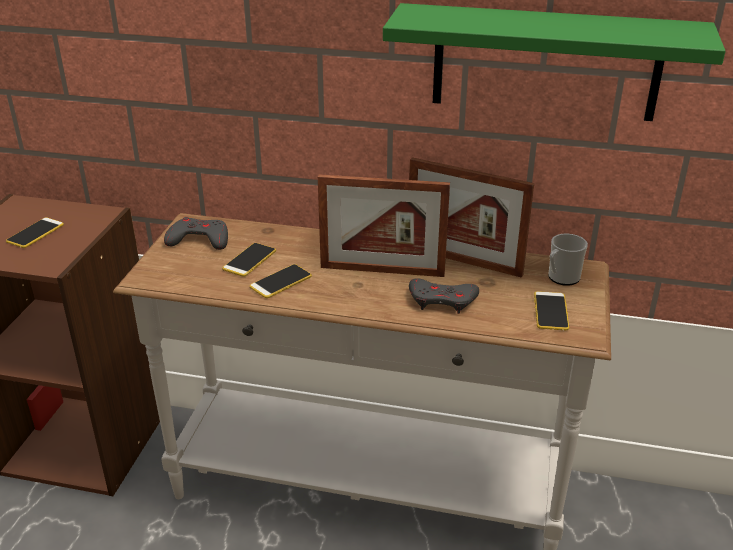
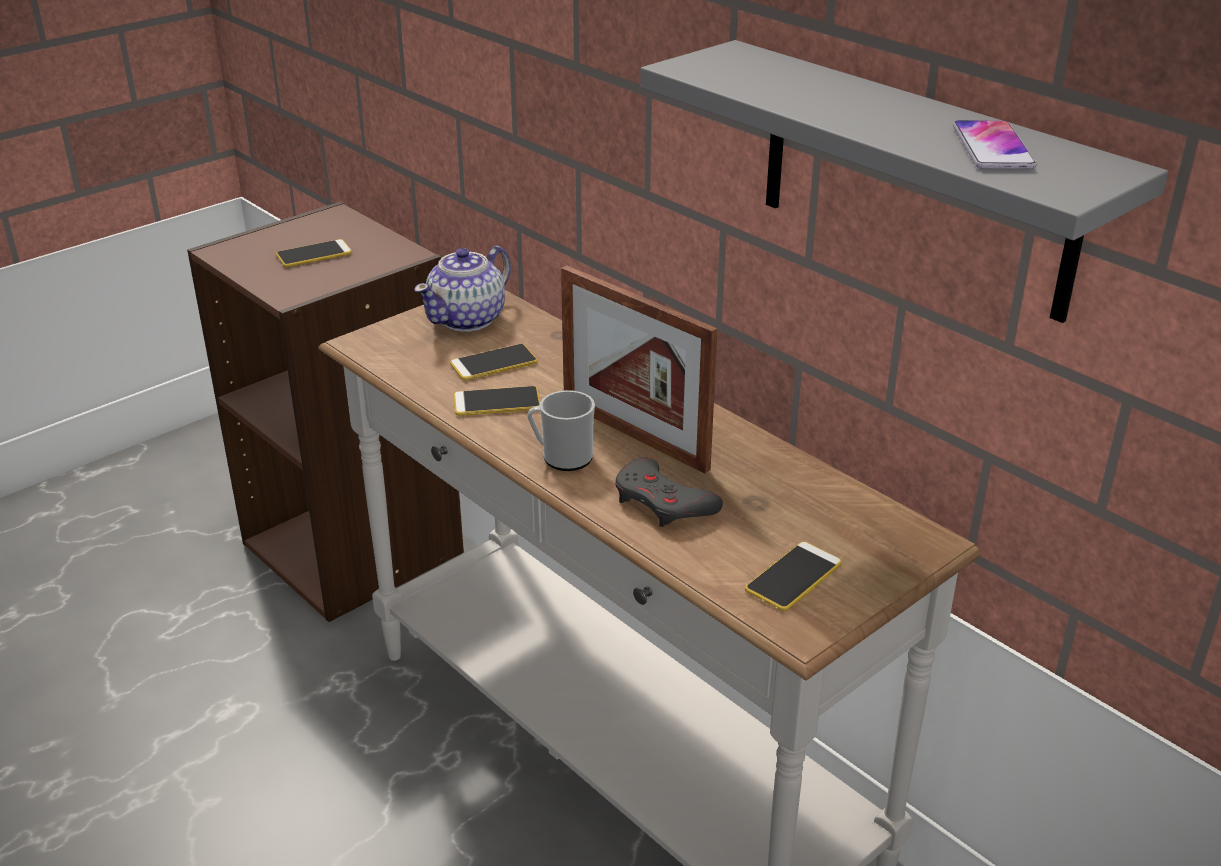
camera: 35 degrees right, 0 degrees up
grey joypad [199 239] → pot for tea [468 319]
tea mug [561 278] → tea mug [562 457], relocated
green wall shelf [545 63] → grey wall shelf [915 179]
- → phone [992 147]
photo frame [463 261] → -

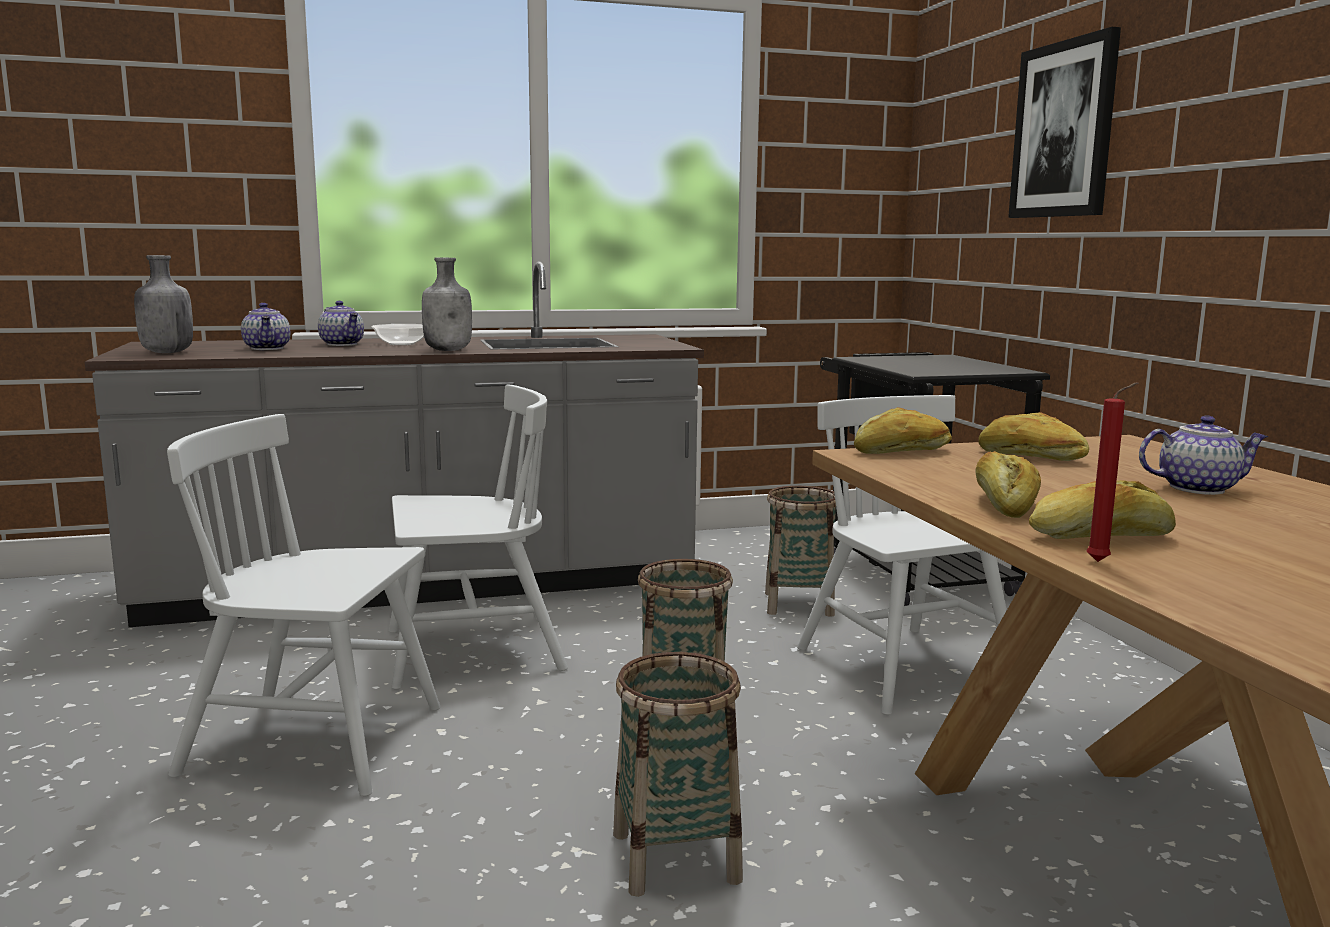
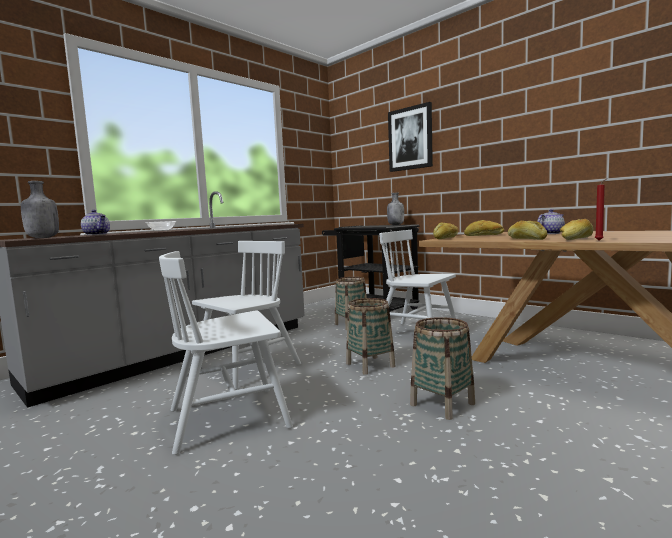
camera: 30 degrees left, 5 degrees down
grey drink bottle [449 350] → grey drink bottle [396 225], relocated
pot for tea [343 344] → -

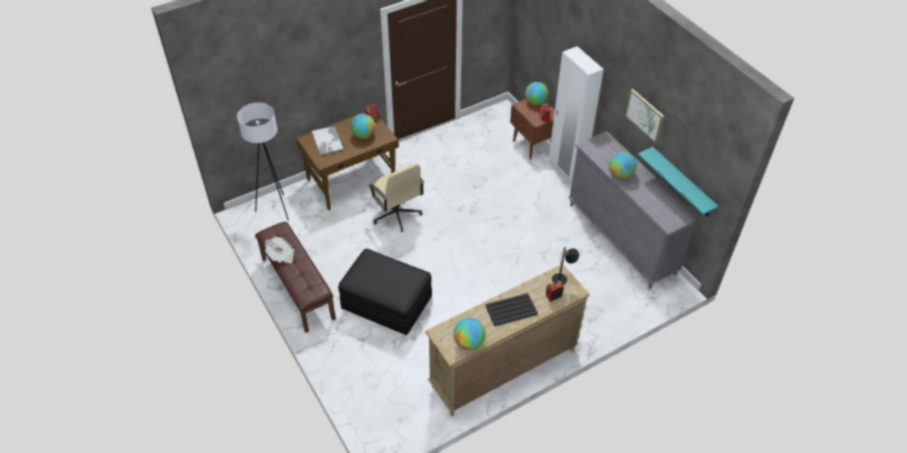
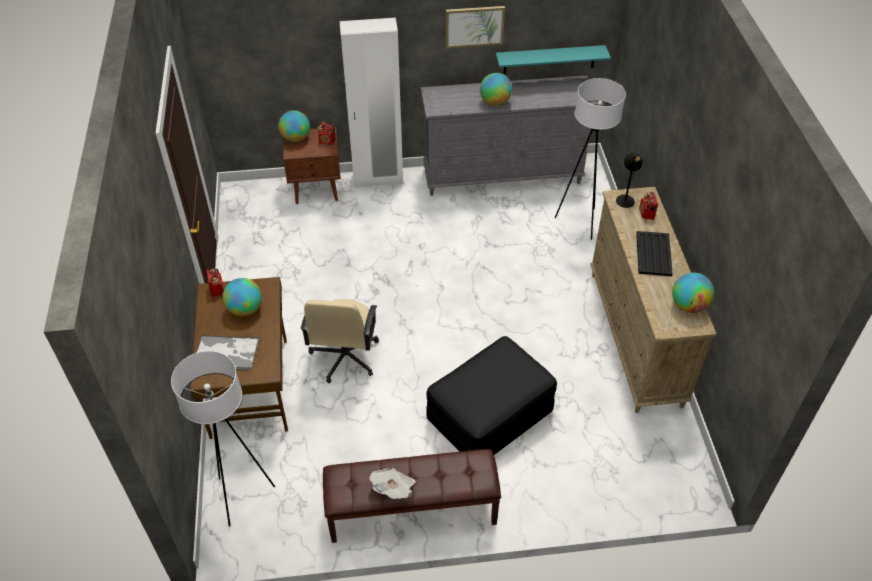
camera: 65 degrees left, 0 degrees up
beige-coloured office chair [396 214] → beige-coloured office chair [344 357], 105 degrees clockwise
- → white-coloured standing lamp [580 222]

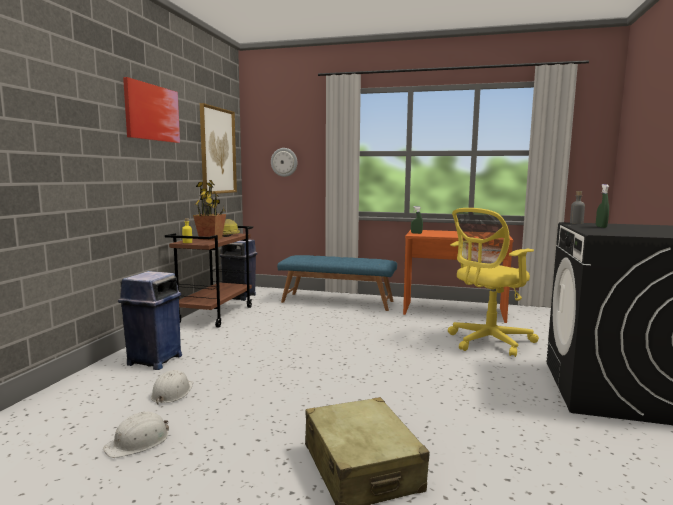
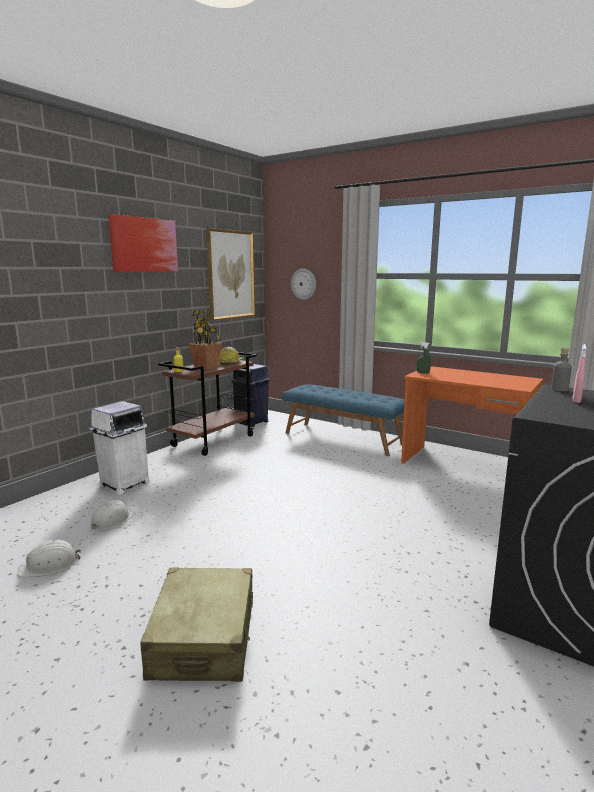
camera: 20 degrees right, 5 degrees up
bluish trash can [154 360] → white-coloured trash can [124 484]
green hand sprayer [601 227] → pinkish hand sprayer [576 400]
yellow-coloured office chair [487 342] → -

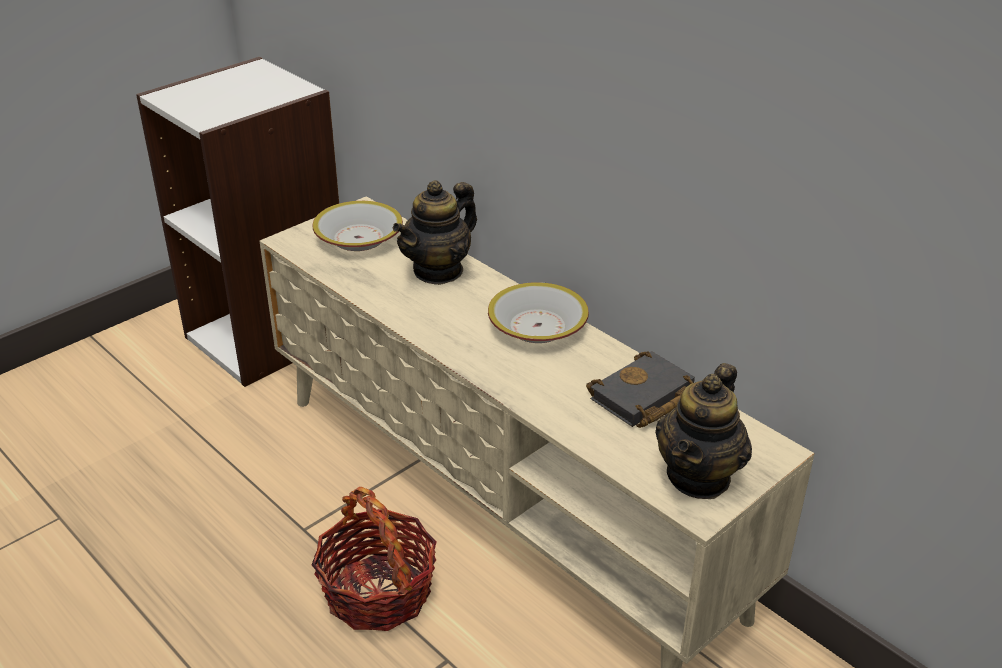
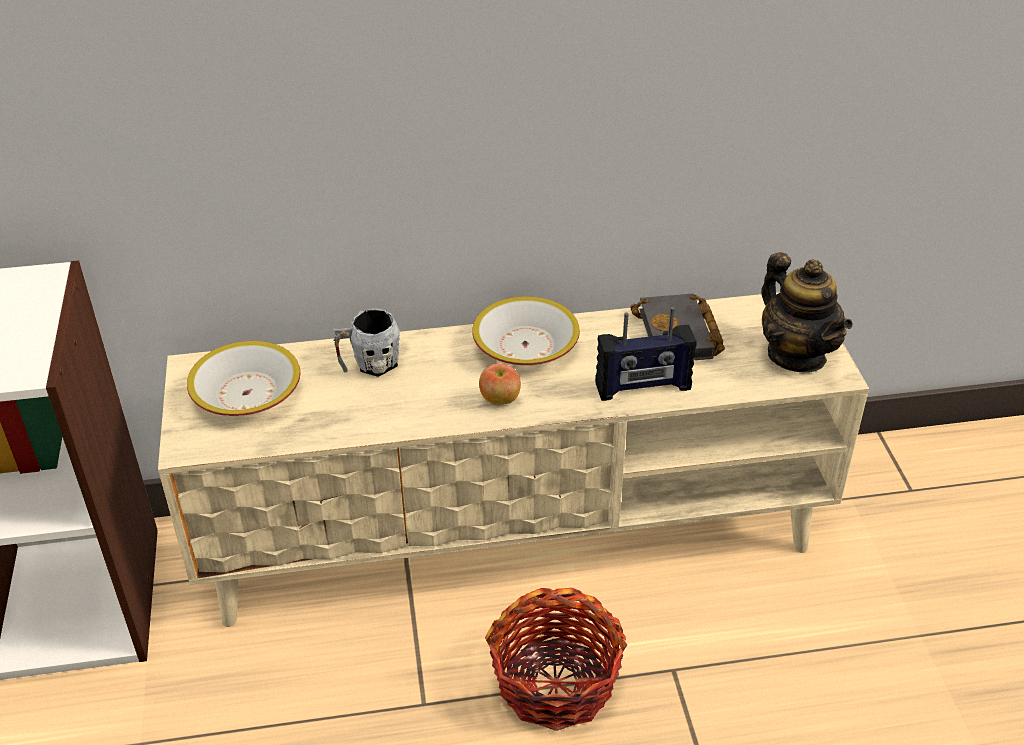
camera: 55 degrees left, 5 degrees up
pot for tea [438 270] → grey tea mug [369 365]
- → apple fruit [500 400]
- → radio [643 387]

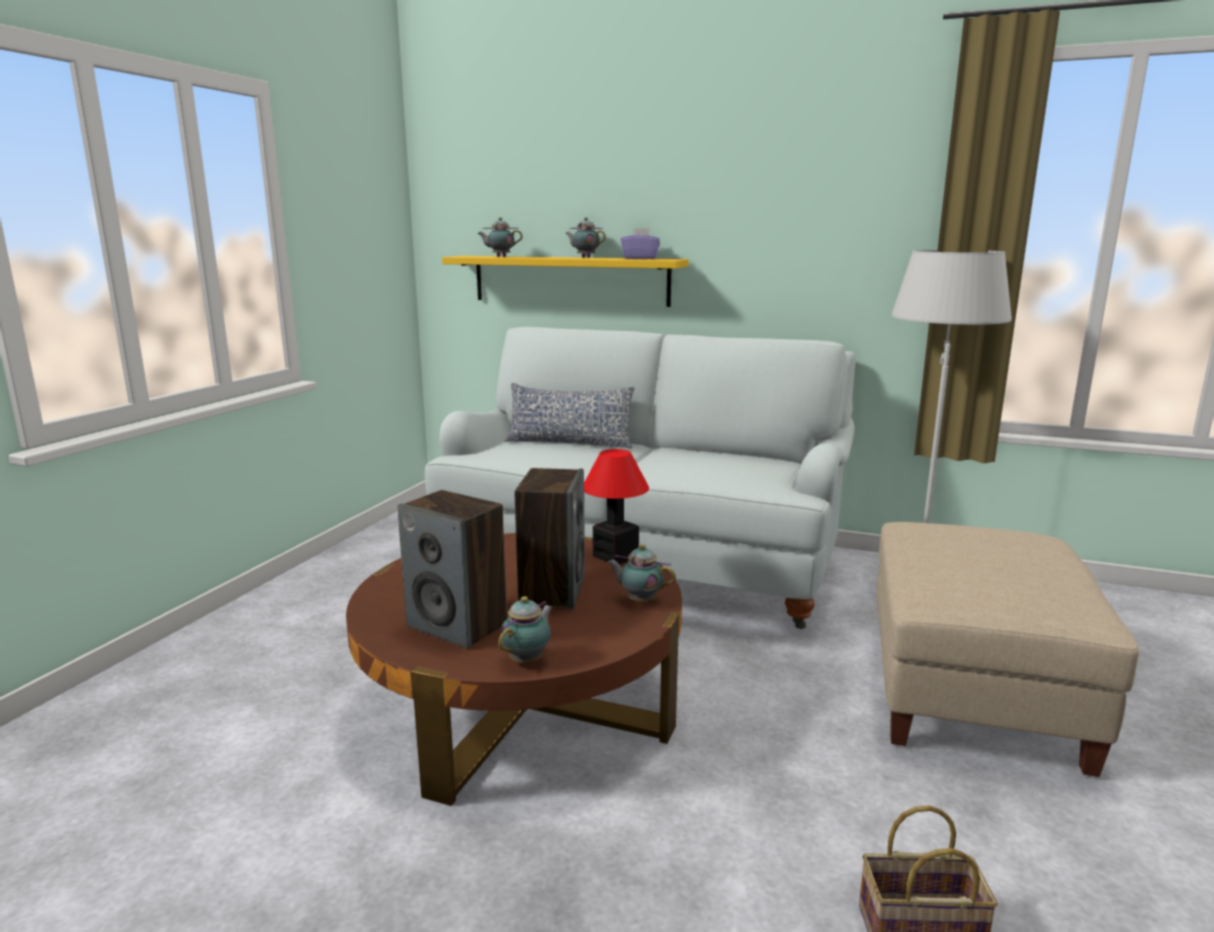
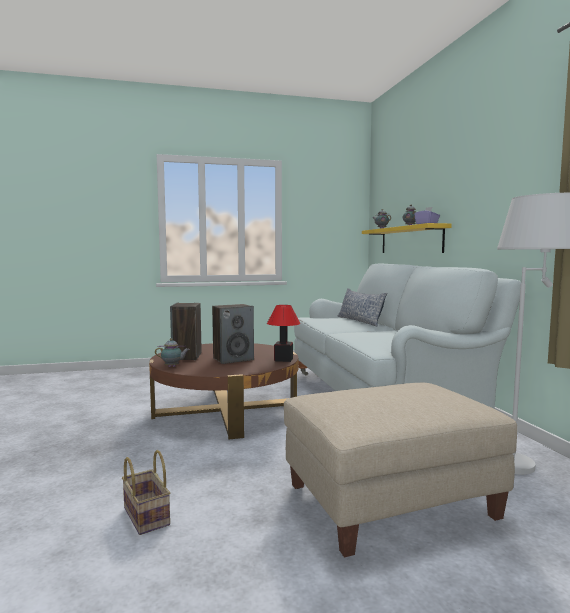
camera: 55 degrees right, 10 degrees down
pot for tea [639 600] → -

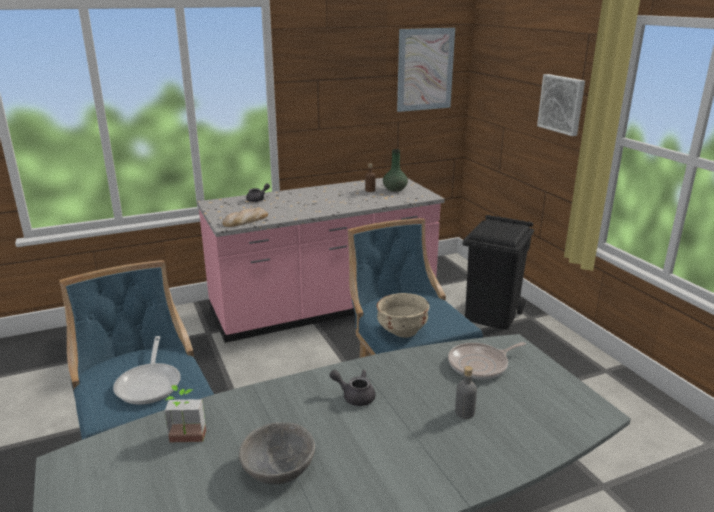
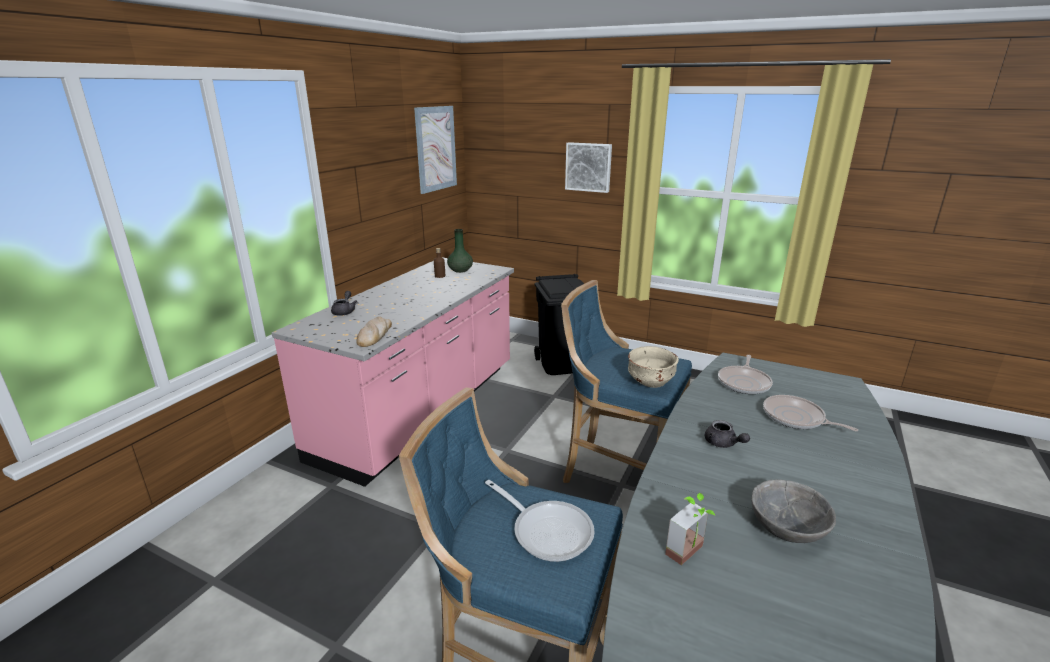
camera: 40 degrees left, 0 degrees up
grey pot for tea [355 396] → grey pot for tea [723 444], 105 degrees counterclockwise
grey drink bottle [464 412] → skillet [796 418]

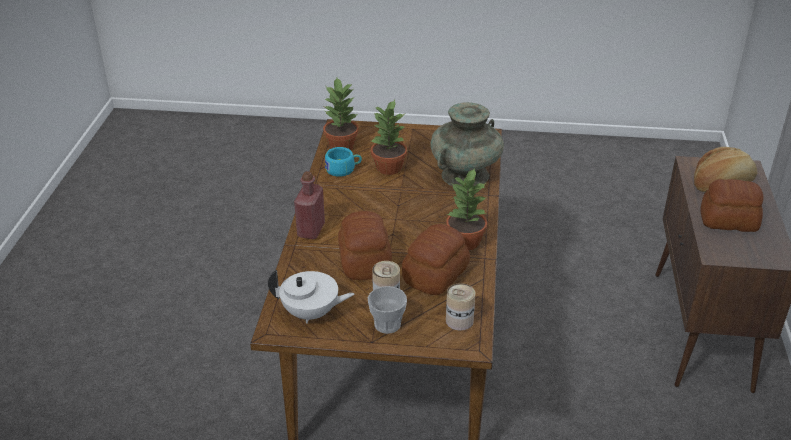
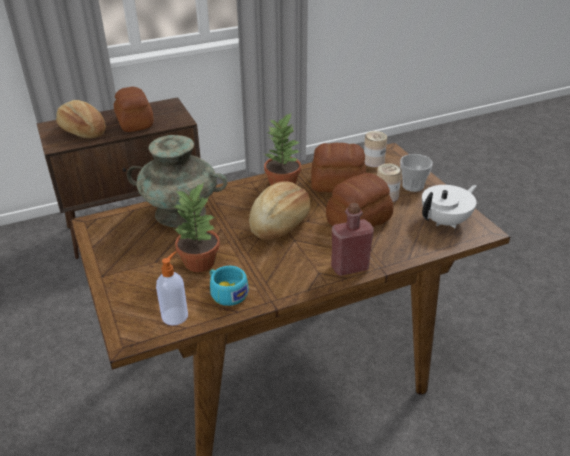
camera: 120 degrees left, 0 degrees up
houseplant [342 146] → soap dispenser [175 315]
- → baked bread [280 223]
white-coloured pot for tea [311 313] → white-coloured pot for tea [446 221], 75 degrees clockwise

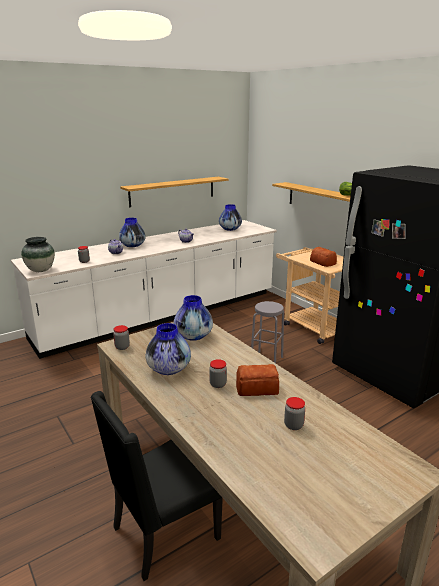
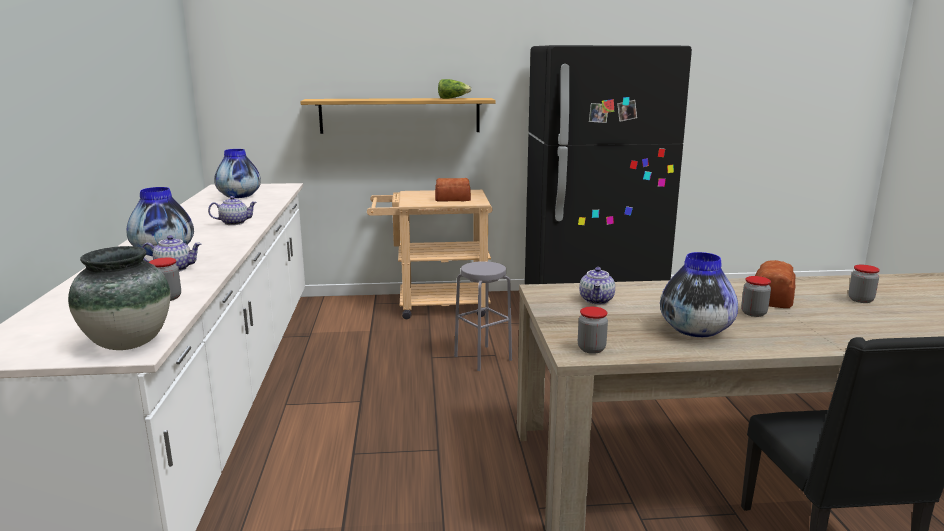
camera: 60 degrees left, 5 degrees down
decorative vase [193 336] → pot for tea [597 300]
wall shelf [172 191] → -

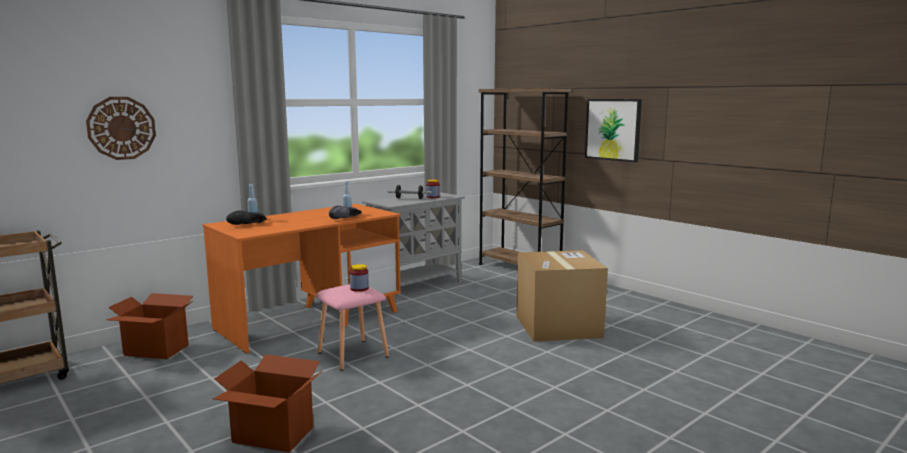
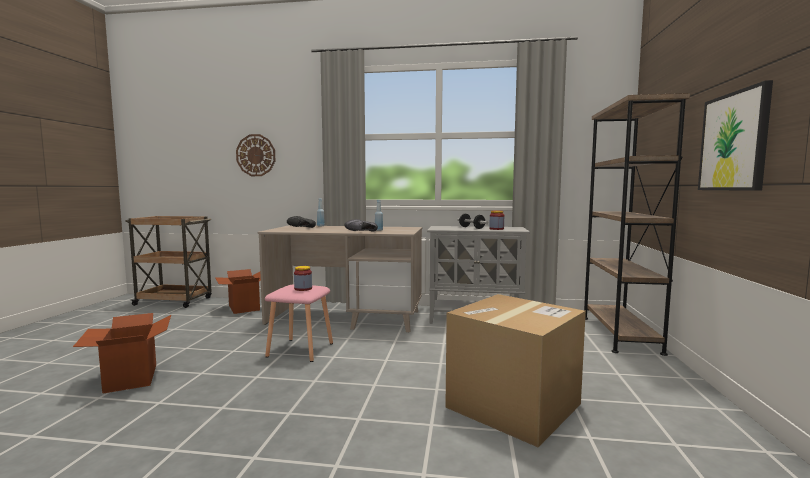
camera: 50 degrees right, 5 degrees down
orangey desk table [310 319] → beige-coloured desk table [347 317]

